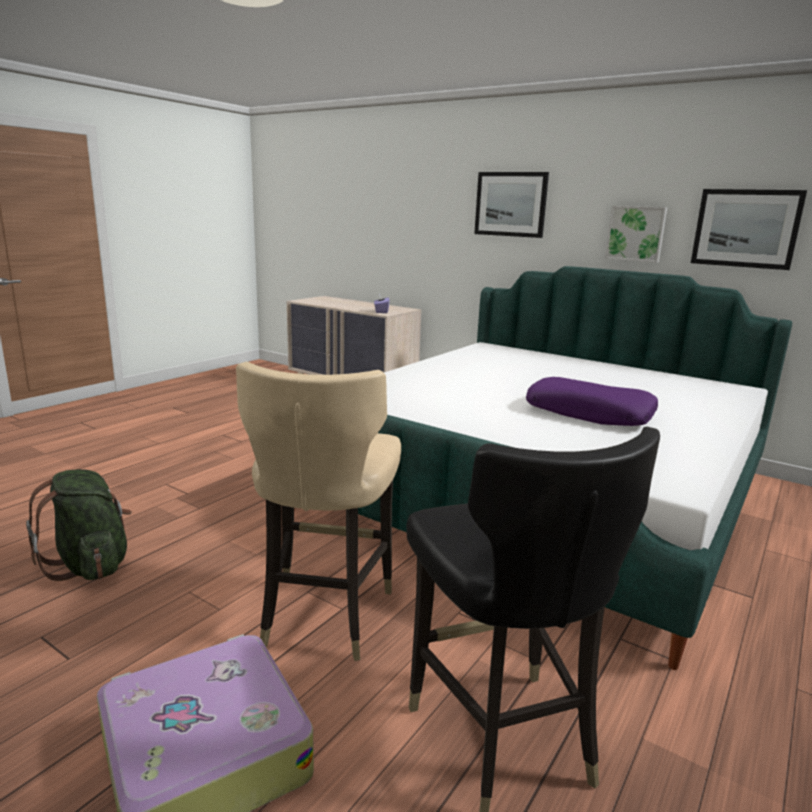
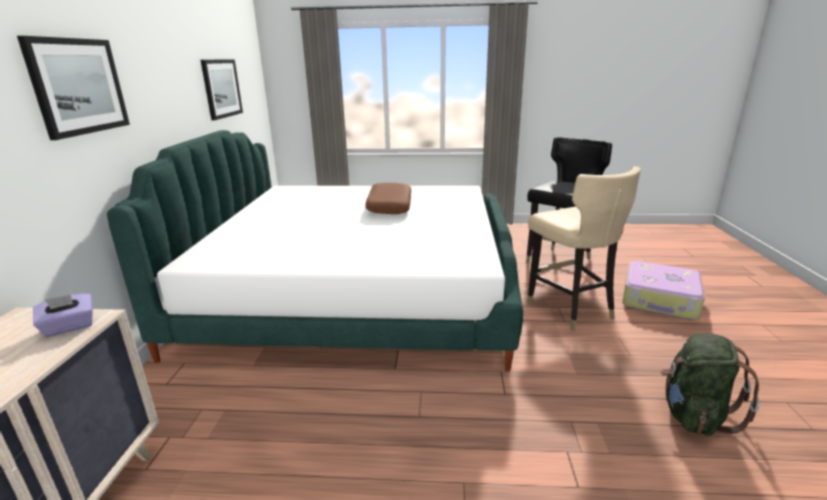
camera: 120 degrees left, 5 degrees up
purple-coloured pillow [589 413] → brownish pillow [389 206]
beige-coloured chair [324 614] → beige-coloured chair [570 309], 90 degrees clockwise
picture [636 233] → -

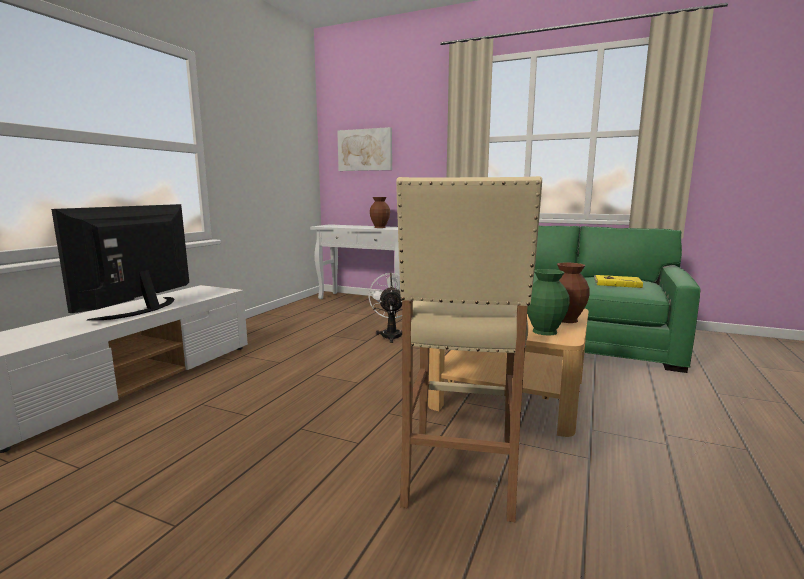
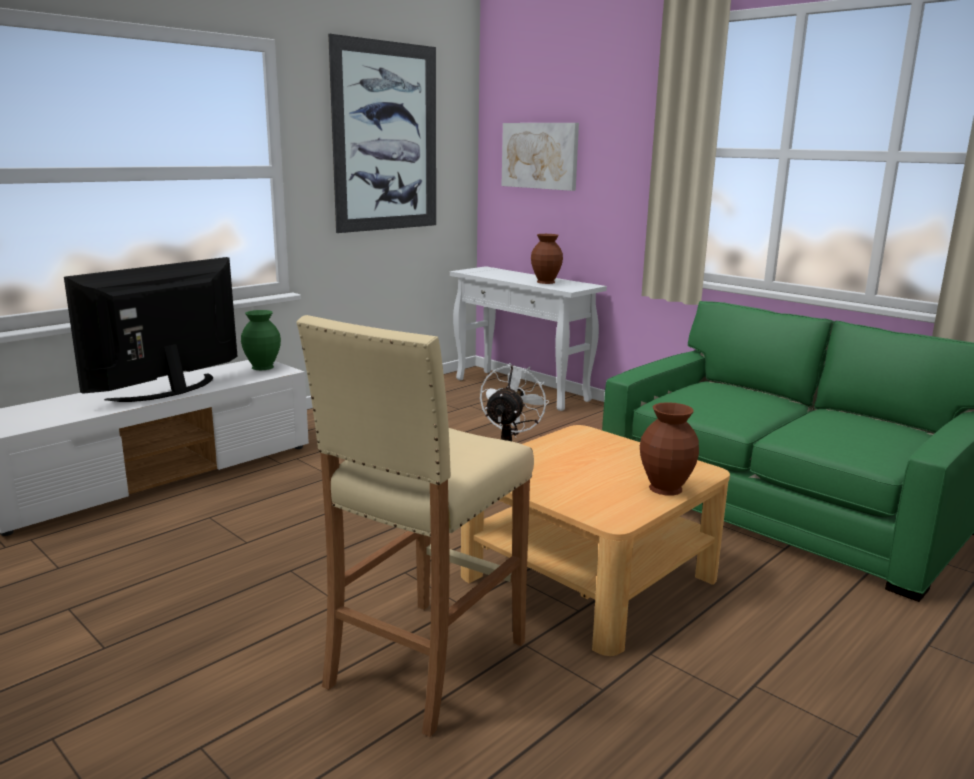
camera: 20 degrees right, 5 degrees up
green decorative vase [543 331] → green decorative vase [262 367], relocated
- → picture [386 138]
yellow-coloured volume [617 283] → -

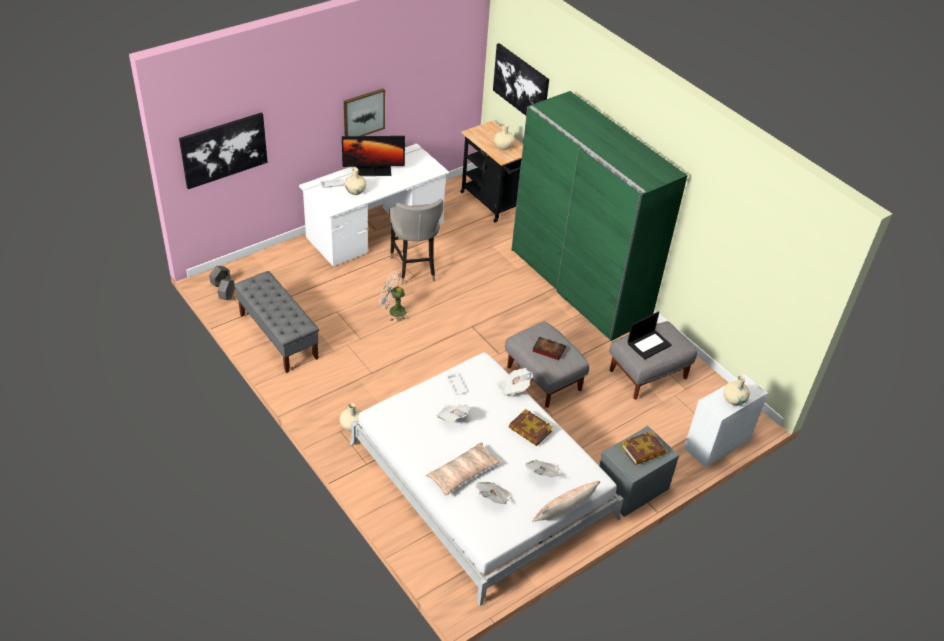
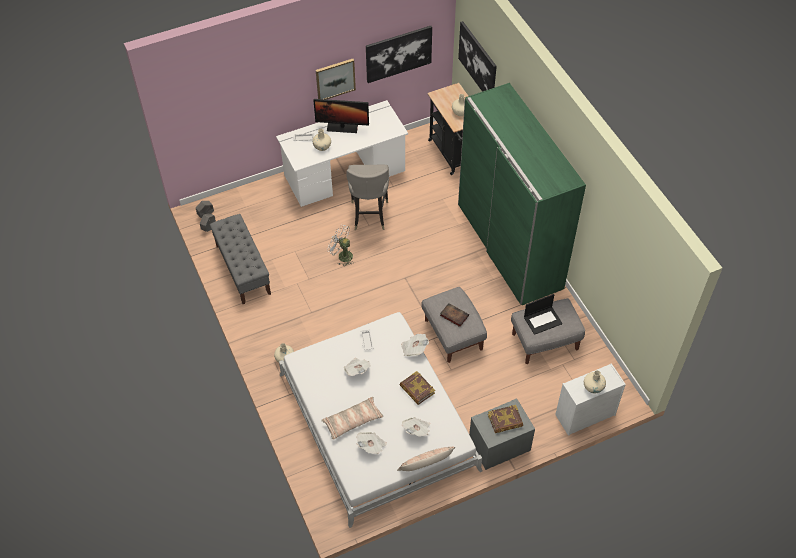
camera: 15 degrees right, 10 degrees up
picture [224 149] → picture [398 53], relocated

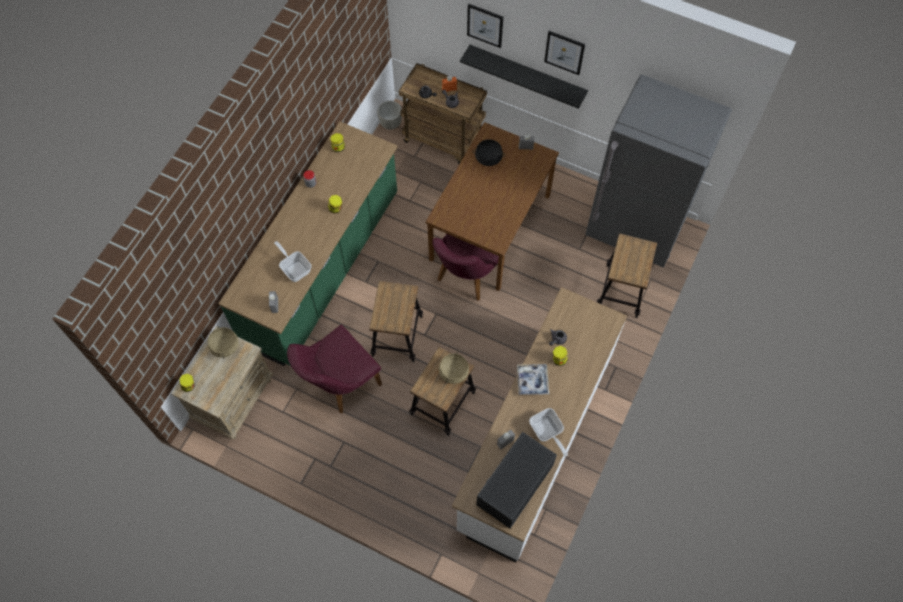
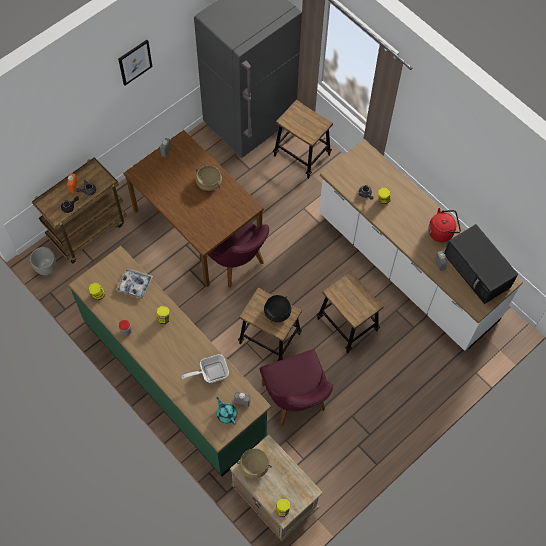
camera: 70 degrees left, 0 degrees up
tray [532 381] → tray [134 285], relocated
beige-coloured saucepot [453 372] → beige-coloured saucepot [208 182], relocated
- → blue-green pot for tea [226 414]
black saucepot [488 158] → black saucepot [277 312], relocated
skillet [547 432] → red-coloured water kettle [442 232]
black wall shelf [527 75] → -
picture [485 25] → -

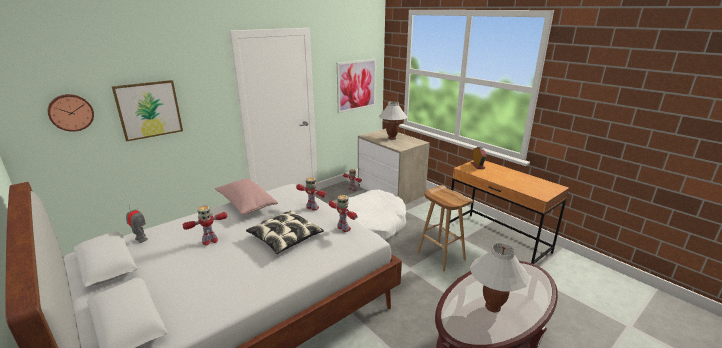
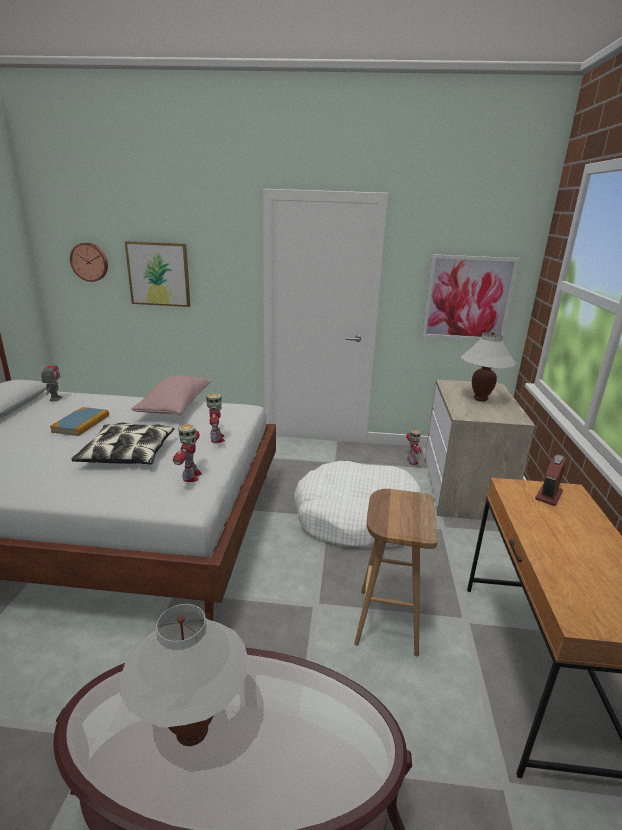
camera: 45 degrees right, 0 degrees up
robot figure [209 241] → volume [81 423]

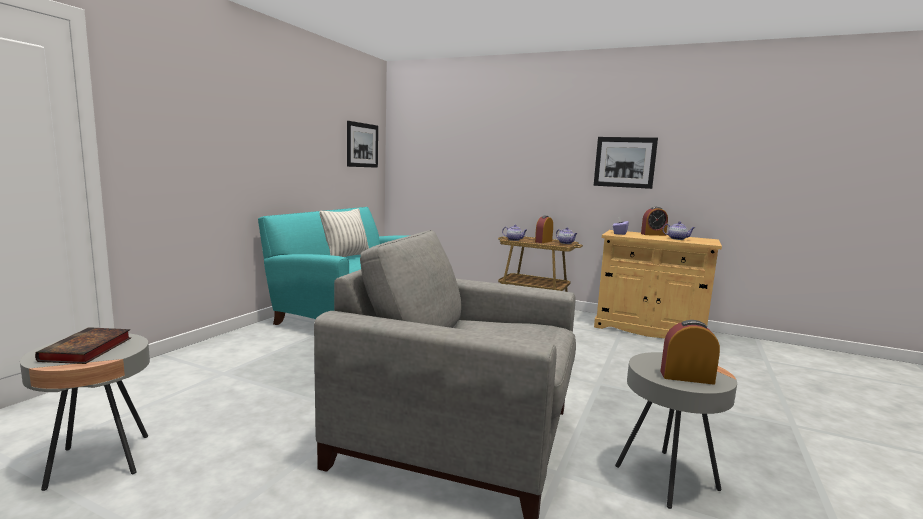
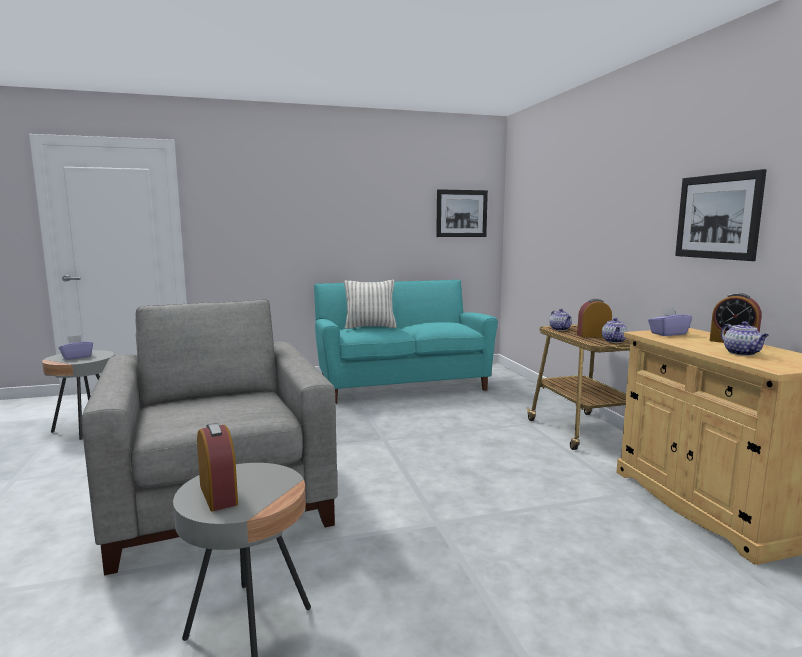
camera: 50 degrees right, 0 degrees up
volume [86 350] → purple-coloured box of tissues [77 357]

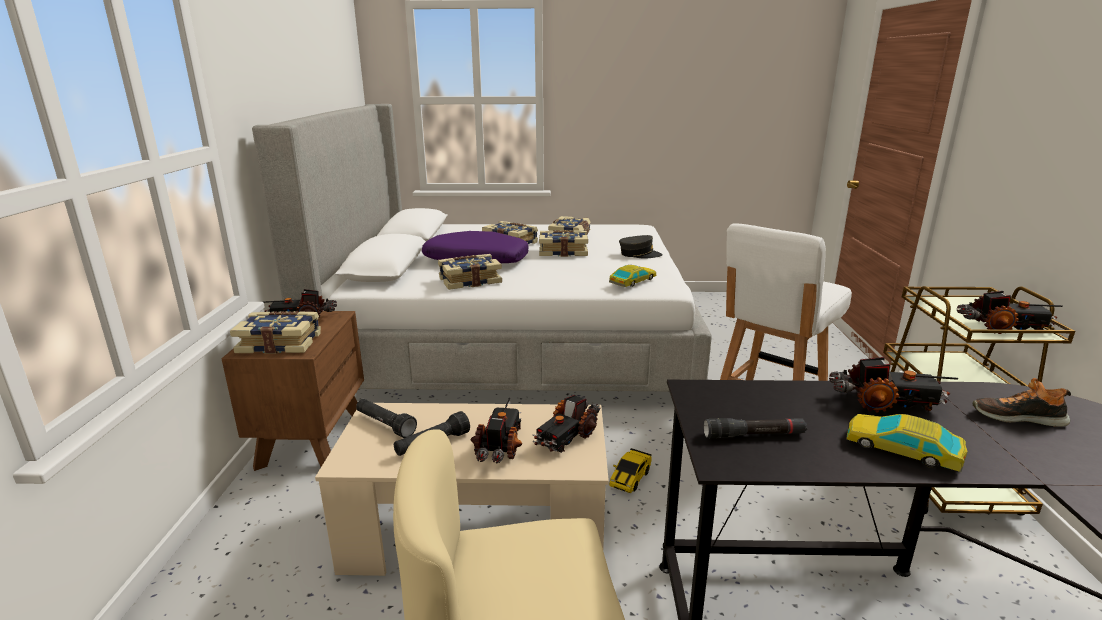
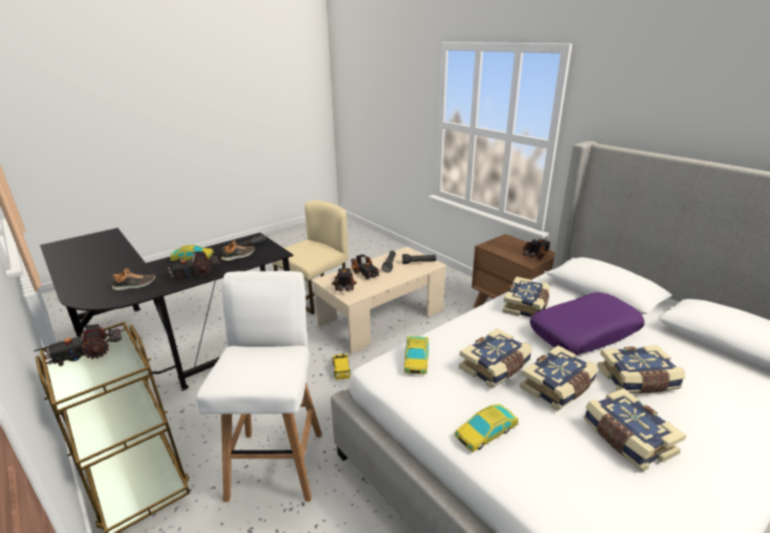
camera: 140 degrees right, 5 degrees up
- → shoe [239 256]
grey peaked cap [639 254] → miniature car [486 432]
volume [280 343] → volume [495 367], relocated

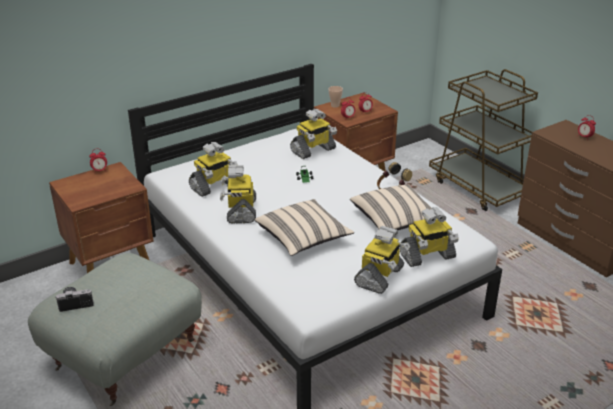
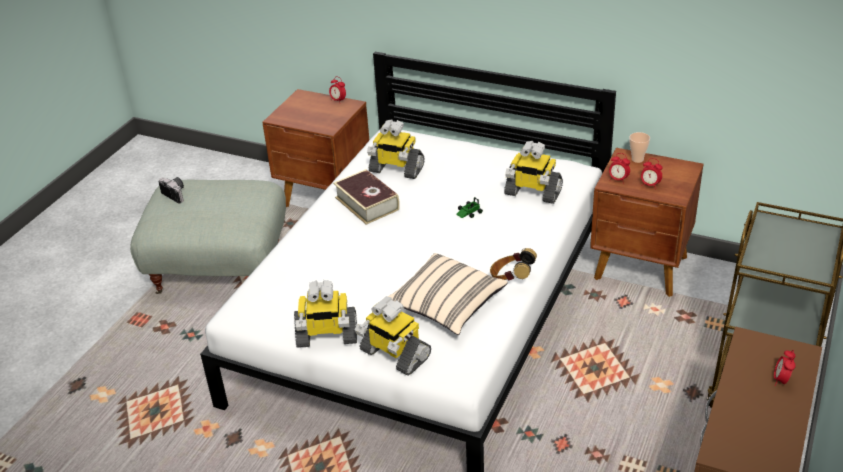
camera: 60 degrees right, 5 degrees up
robot figure [240 211] → volume [367 203]
beige-coloured pillow [303 239] → -

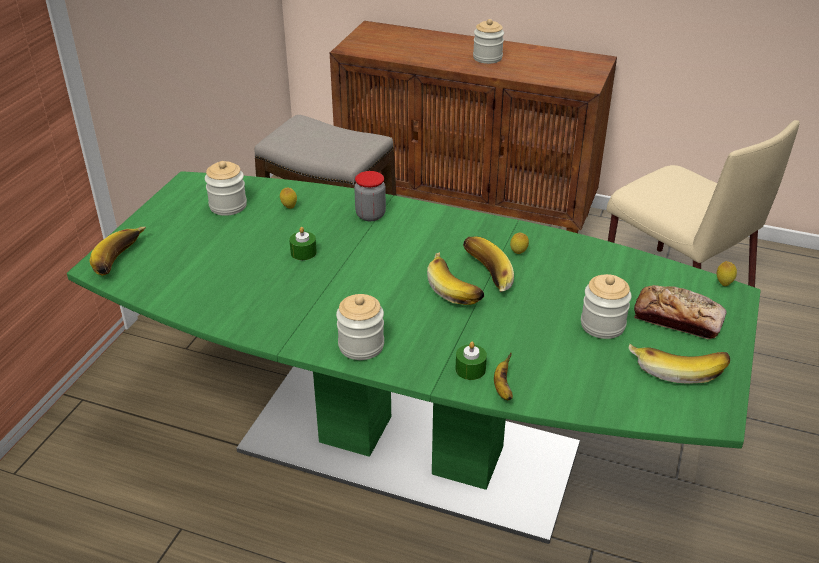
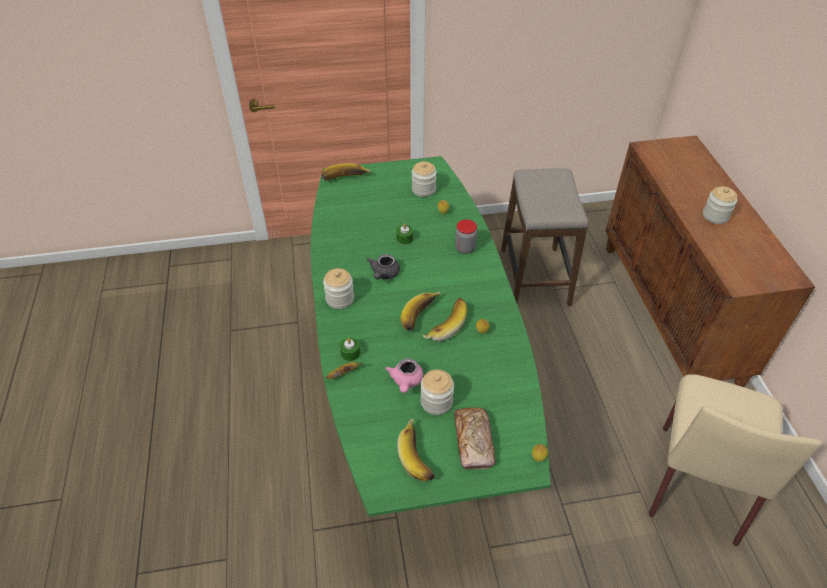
camera: 60 degrees right, 10 degrees up
- → grey pot for tea [384 274]
- → pinkish pot for tea [406 381]

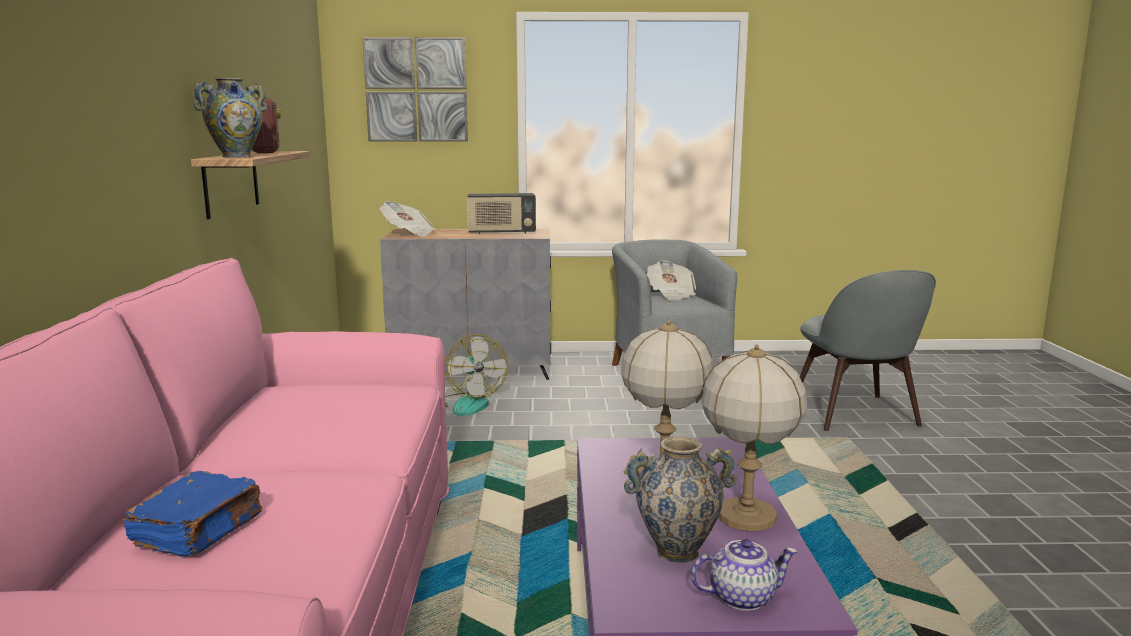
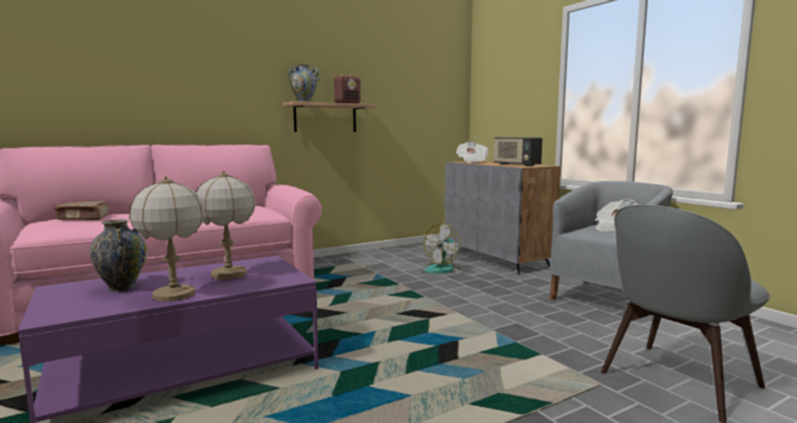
camera: 60 degrees right, 5 degrees down
bluish volume [200 531] → brownish volume [84 218]
picture [416 90] → -
pot for tea [742 597] → -

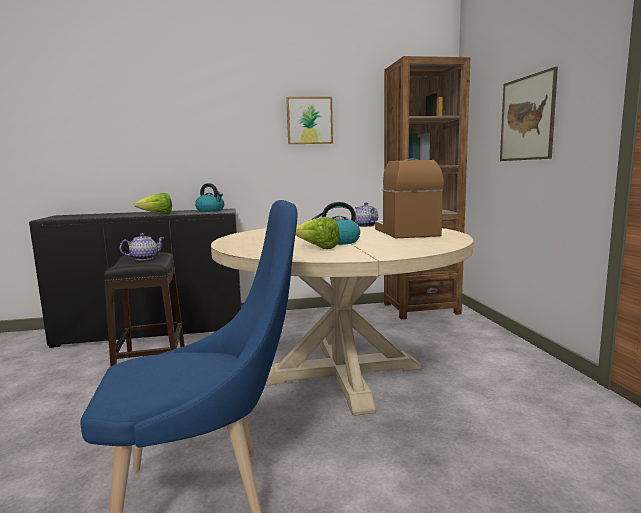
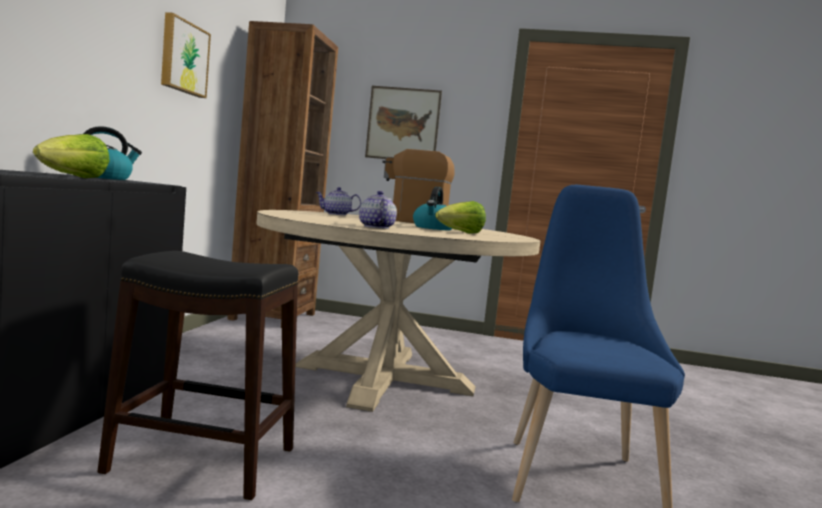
camera: 70 degrees left, 5 degrees down
pot for tea [144 258] → pot for tea [375 227], relocated

